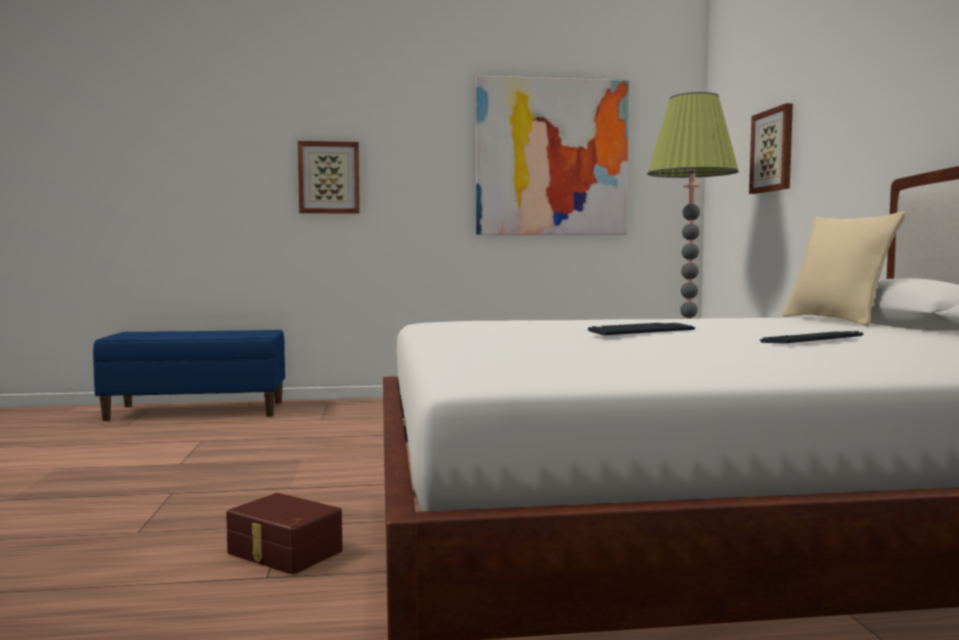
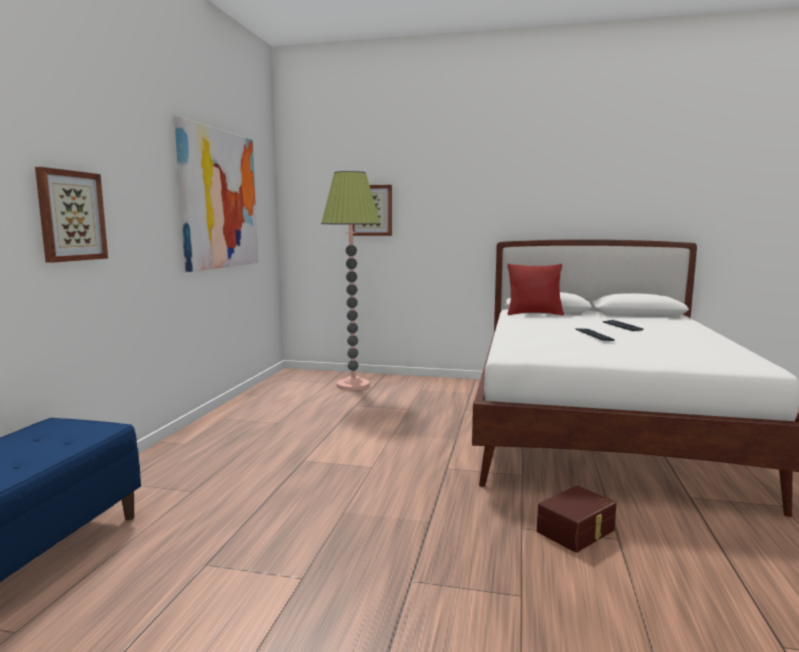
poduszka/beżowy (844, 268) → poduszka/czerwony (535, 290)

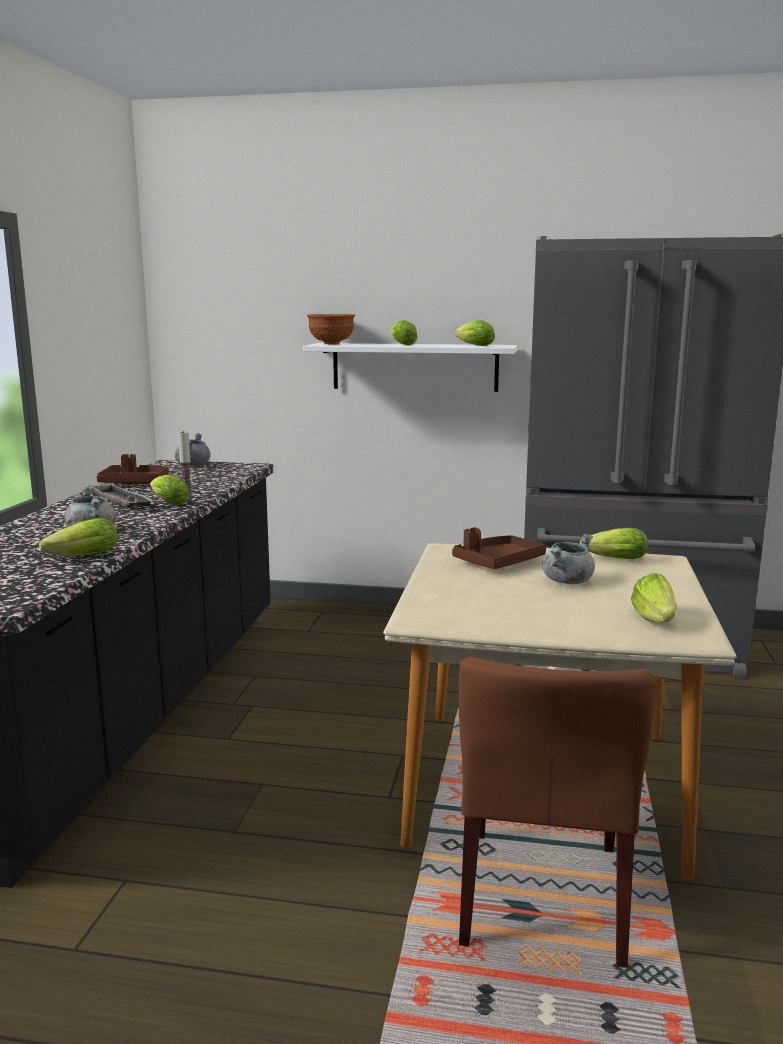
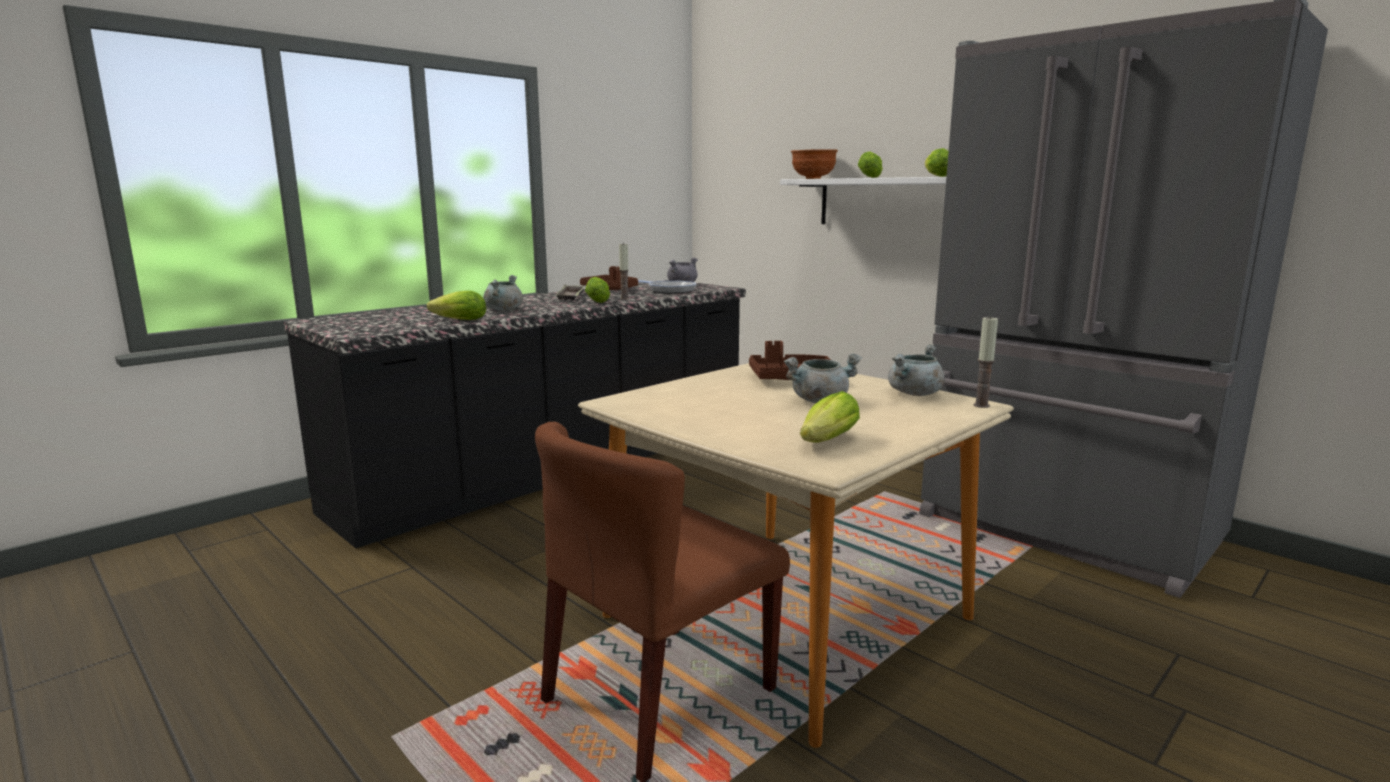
- → patelnia (667, 287)
sałata (614, 543) → garnek/szary (916, 370)
- → świeca (986, 362)

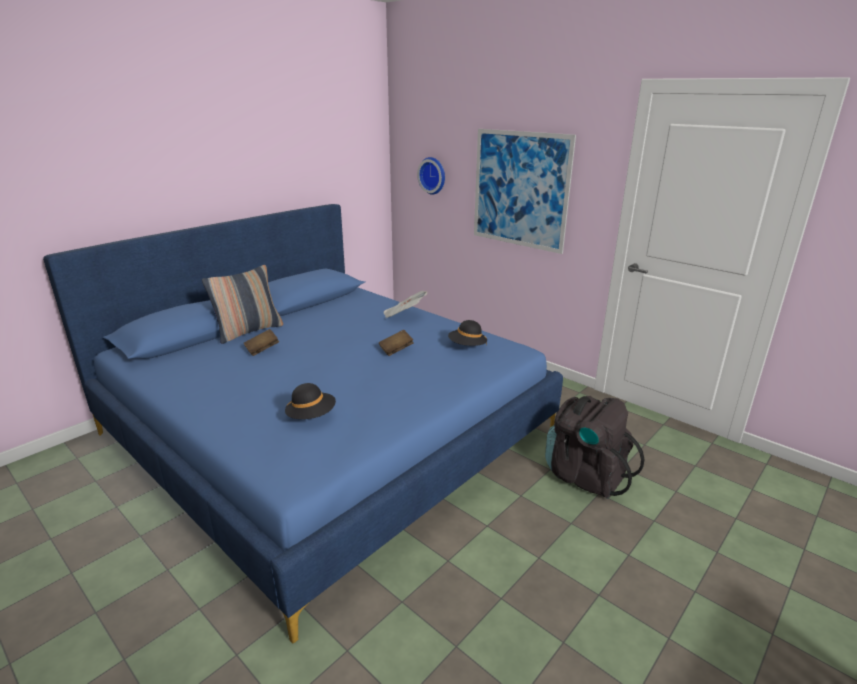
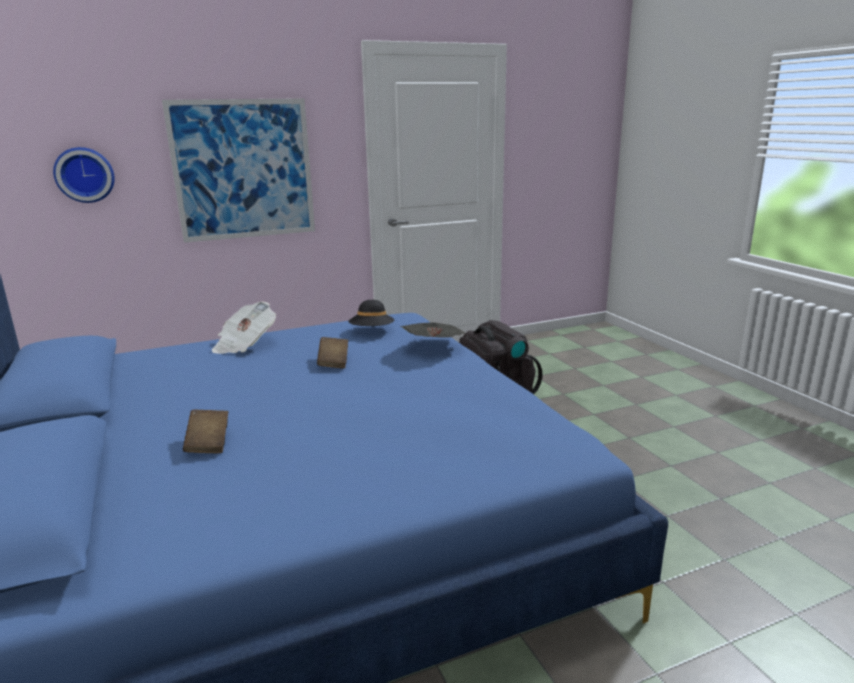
- → gazeta (432, 330)
poduszka (242, 304) → -
kapelusz/czarny (310, 401) → -

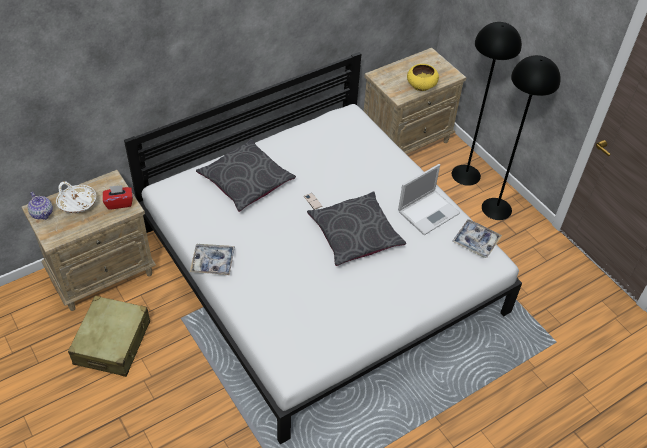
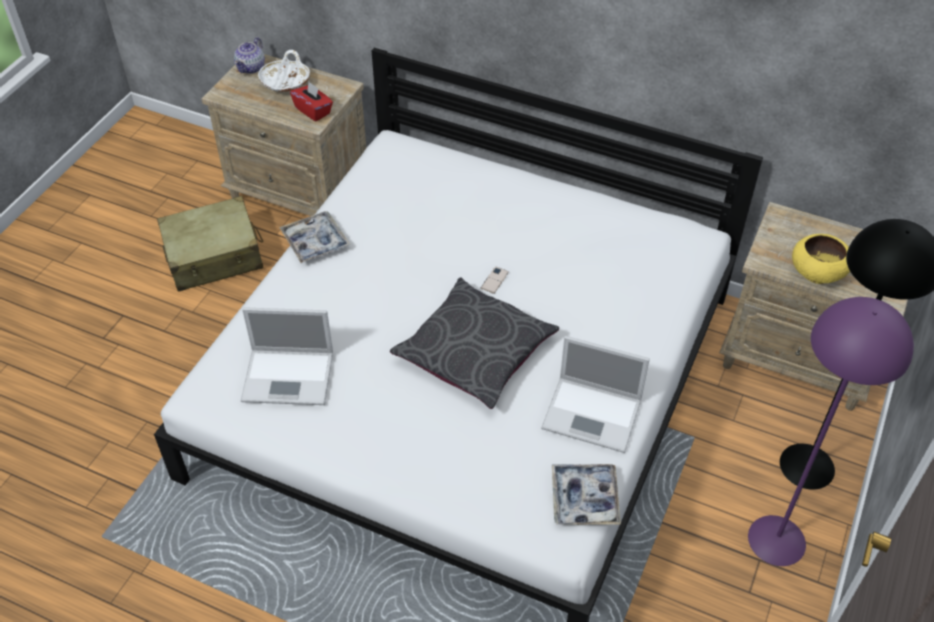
- → laptop (287, 356)
lampa stojąca/czarny (521, 137) → lampa stojąca/fioletowy (831, 431)
poduszka/szary (246, 175) → -

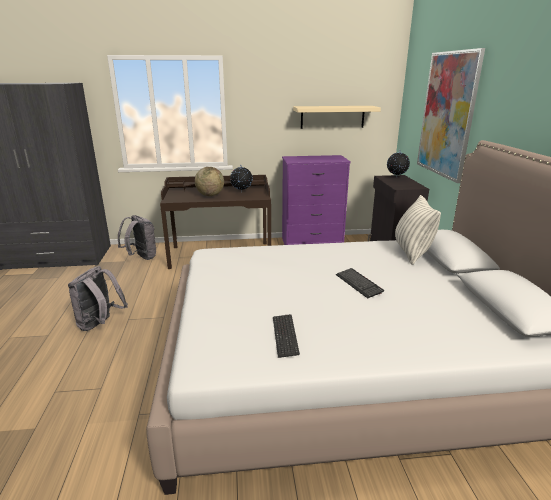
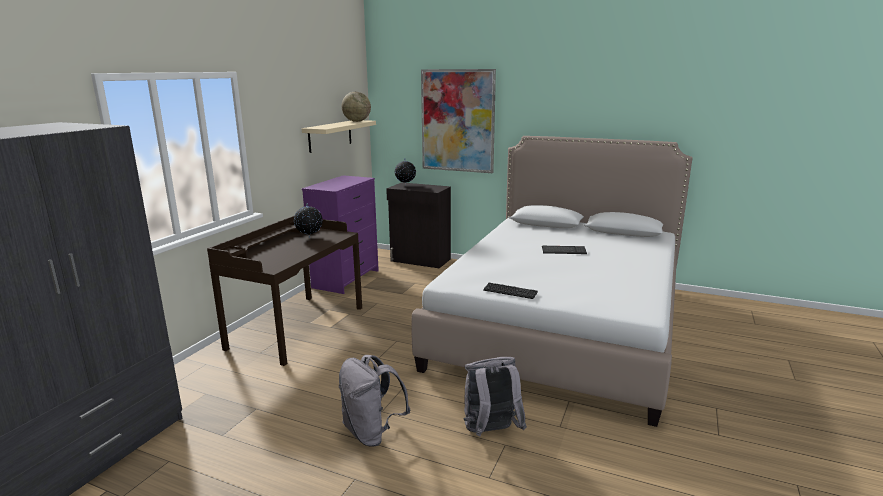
globus (209, 181) → globus (356, 107), move
plecak/szary (137, 237) → plecak/szary (495, 396), move
klawiatura (286, 336) → klawiatura (510, 291), move
poduszka (418, 230) → -

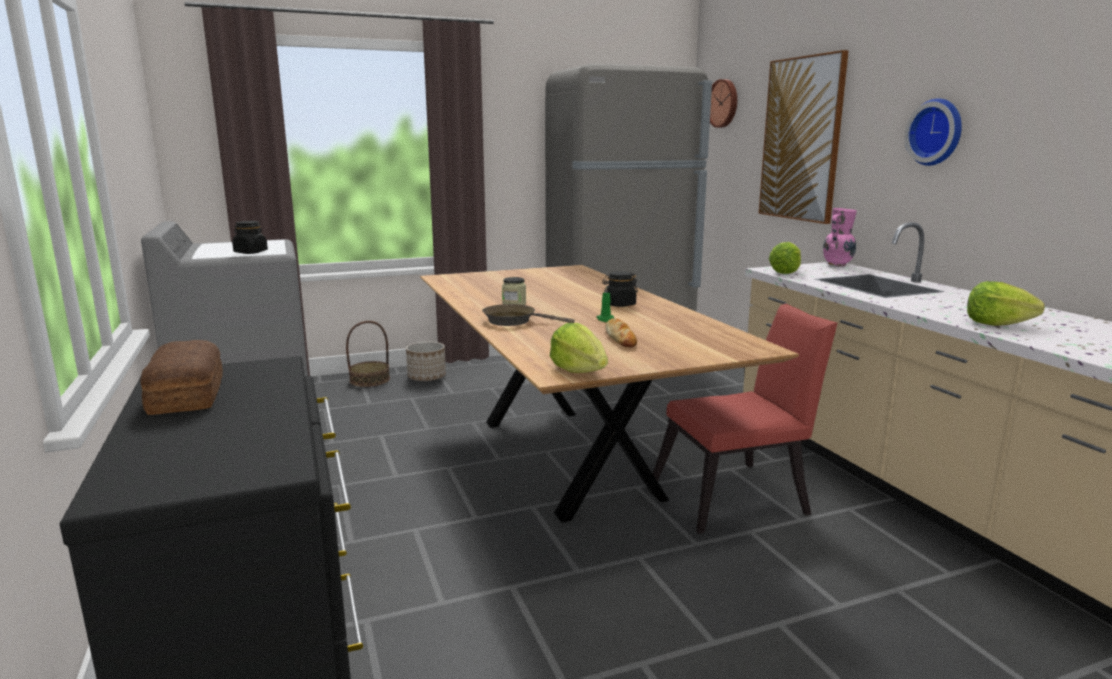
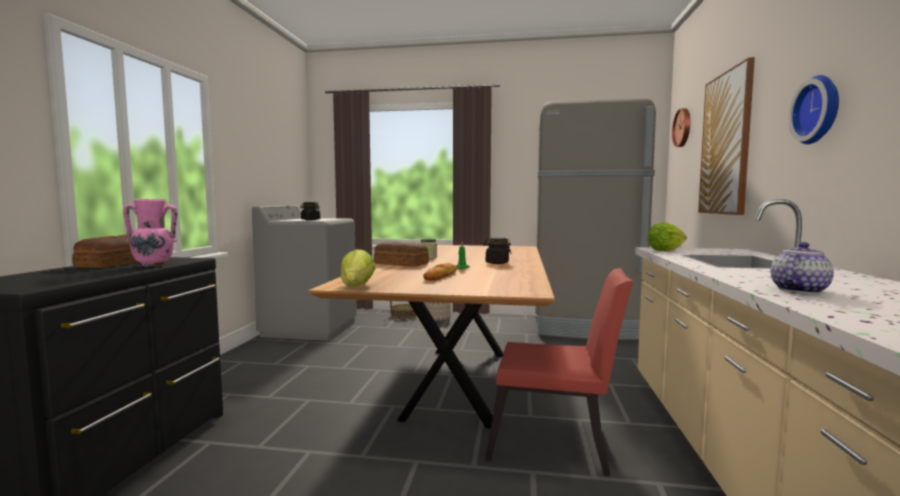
wazon/różowy (840, 237) → wazon/różowy (150, 232), move
patelnia/brązowy (528, 315) → chleb (401, 254)
sałata (1006, 303) → imbryk (802, 268)

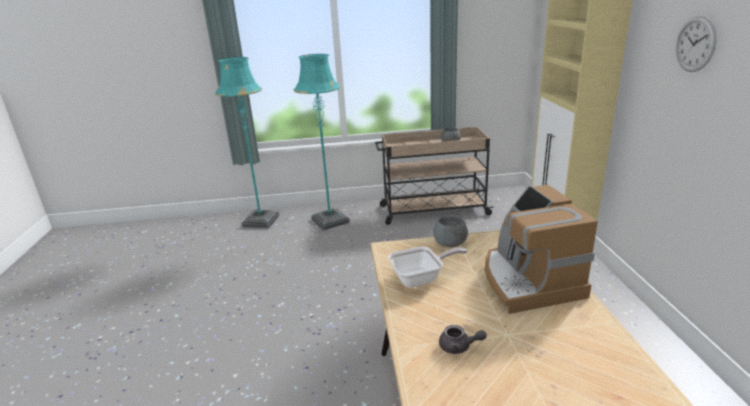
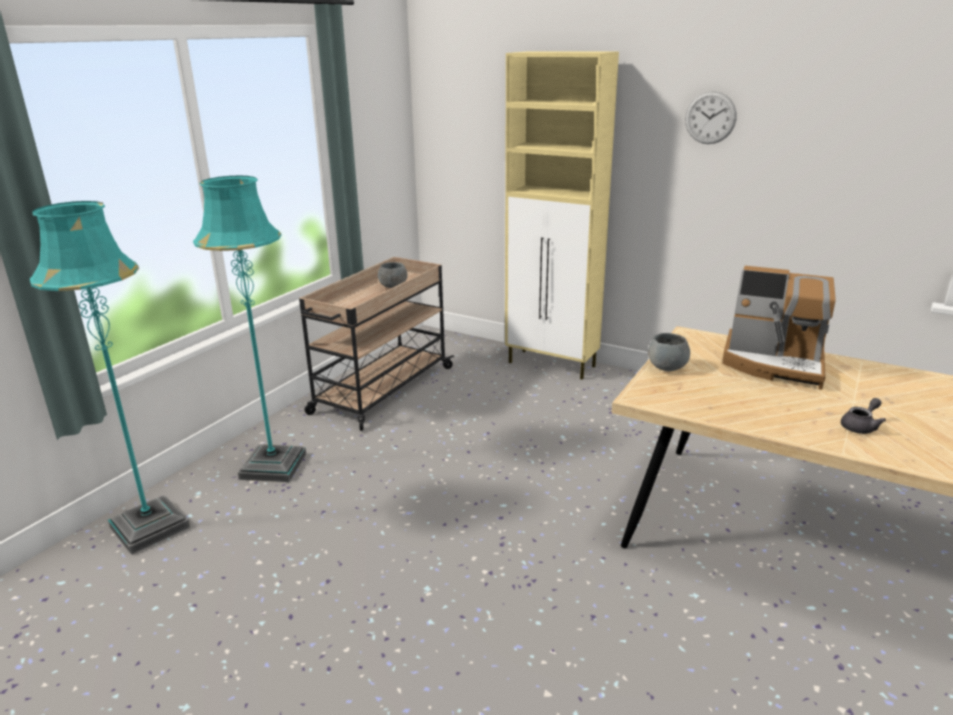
patelnia (427, 267) → -

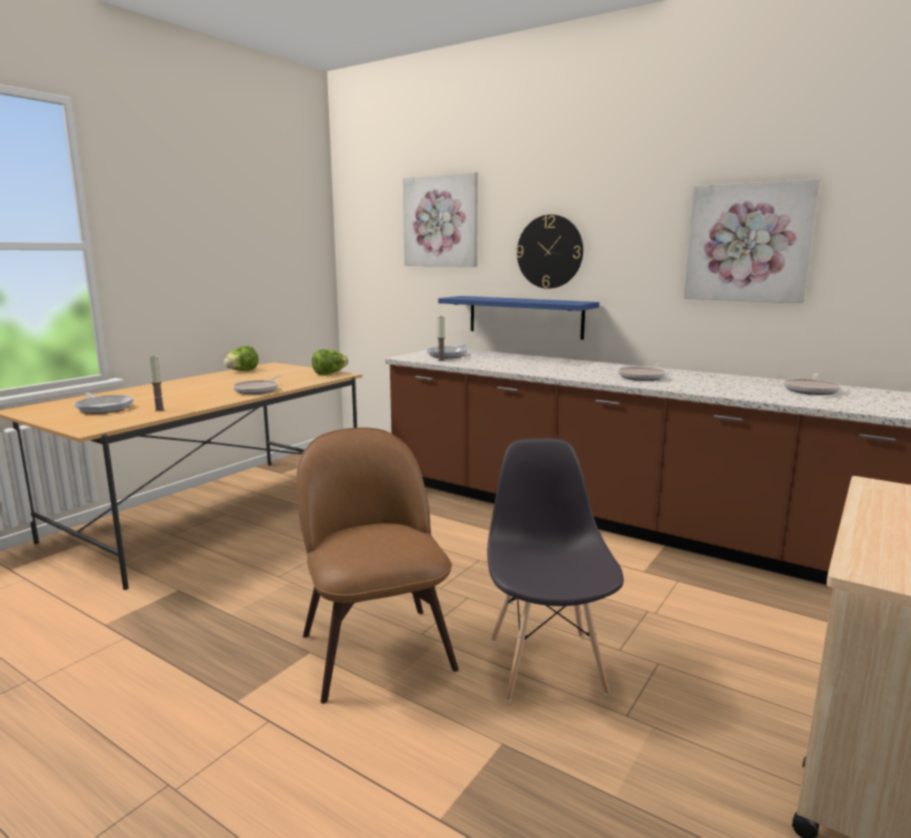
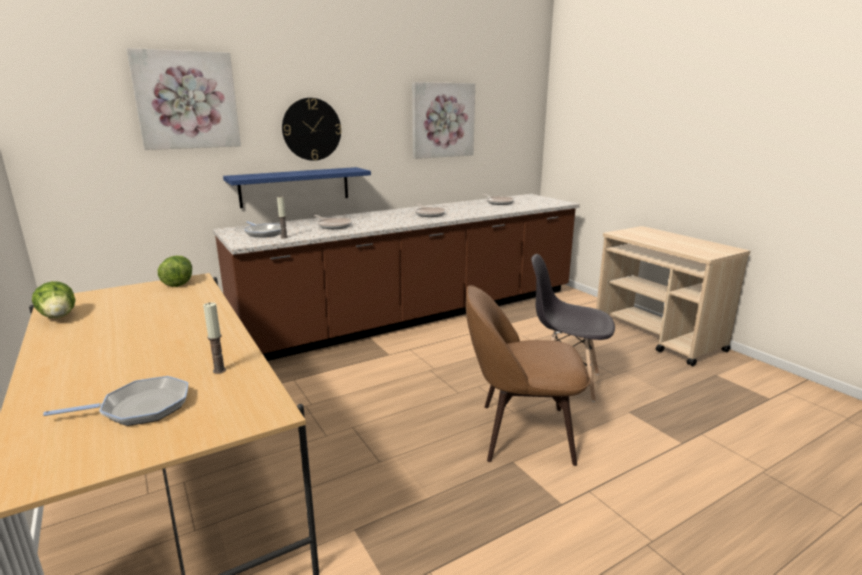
patelnia (257, 384) → patelnia (333, 222), move

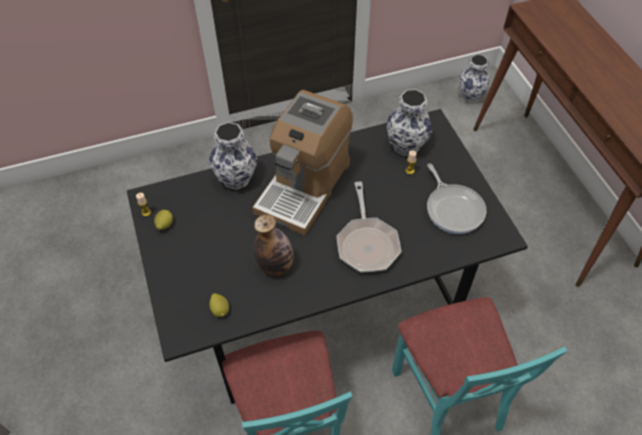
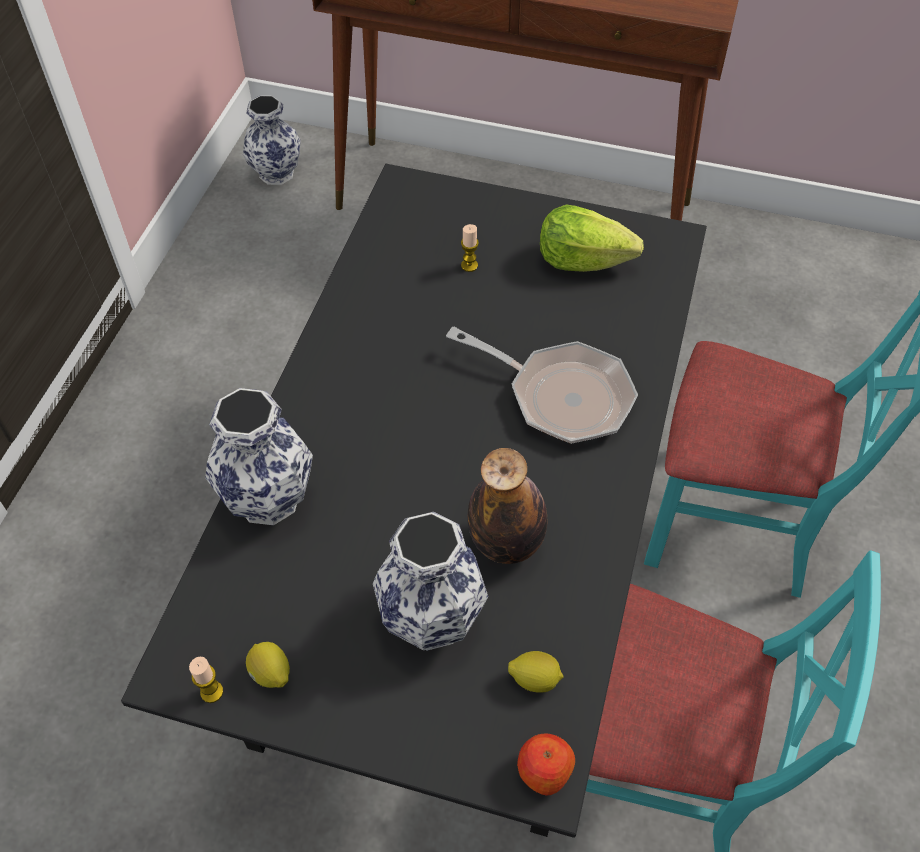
wazon (409, 122) → wazon (430, 581), move
- → jabłko (546, 764)
patelnia (456, 199) → sałata (592, 238)
ekspres do kawy (302, 162) → -

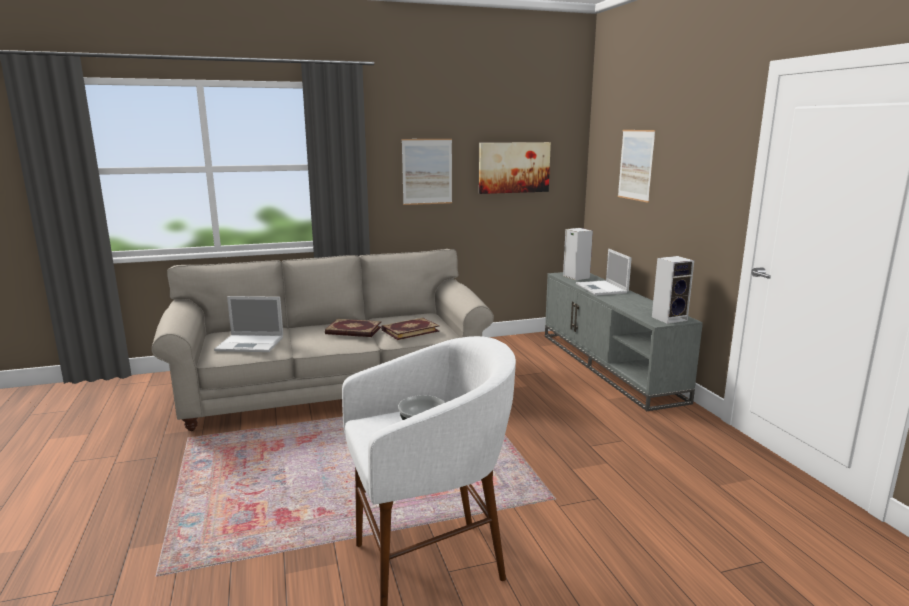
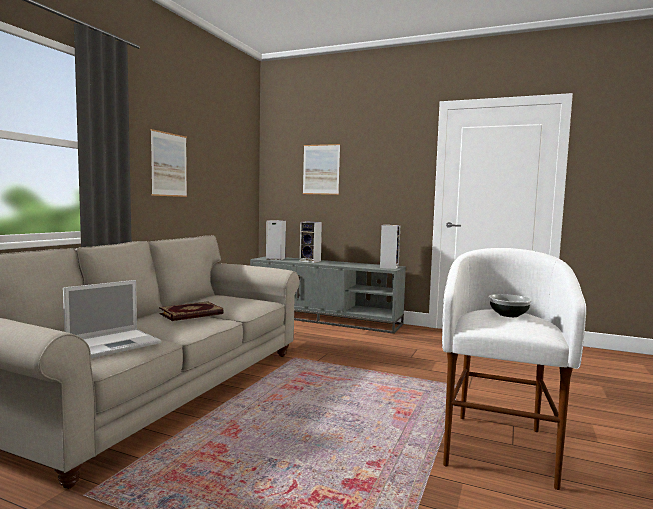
laptop (604, 272) → głośnik (311, 242)
książka (410, 329) → -
obraz (515, 168) → -

